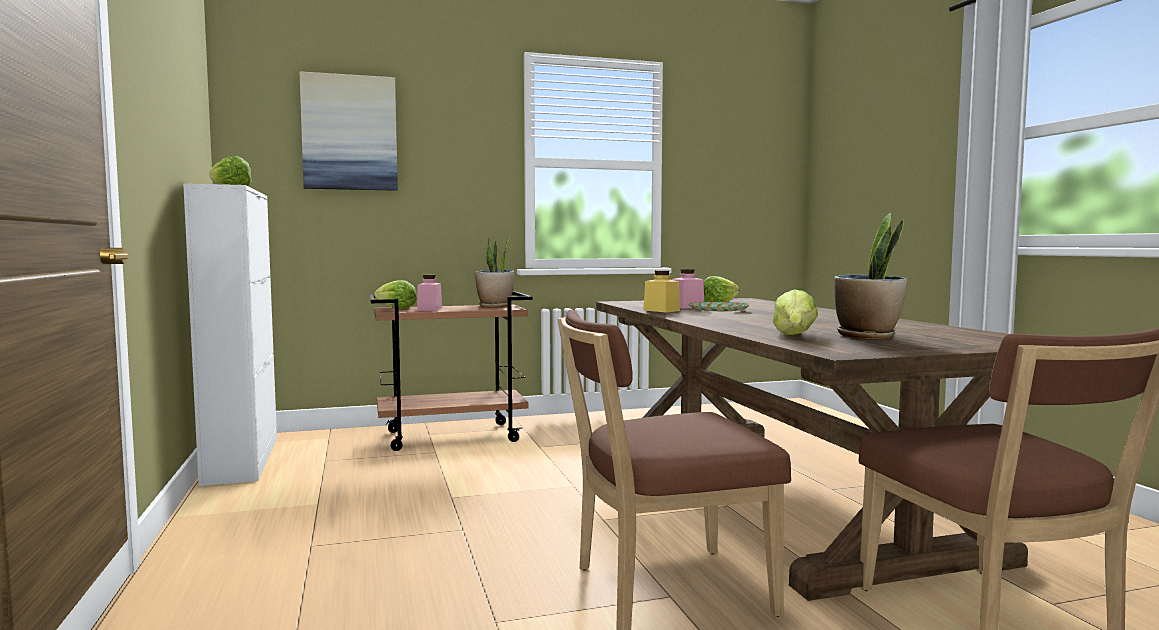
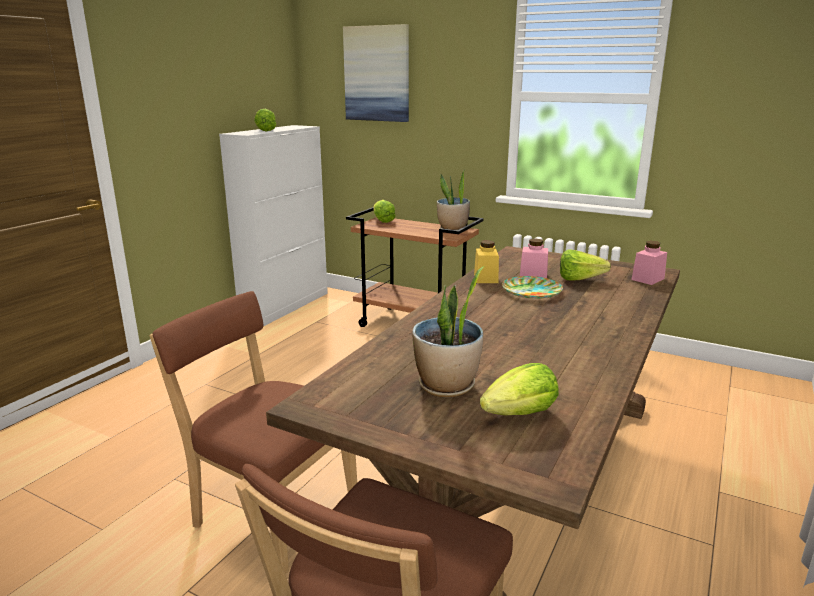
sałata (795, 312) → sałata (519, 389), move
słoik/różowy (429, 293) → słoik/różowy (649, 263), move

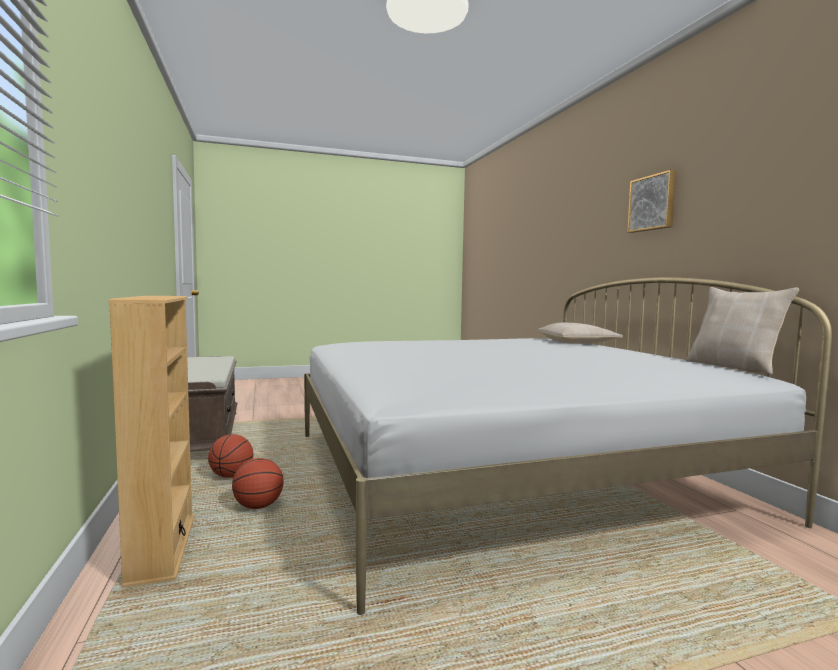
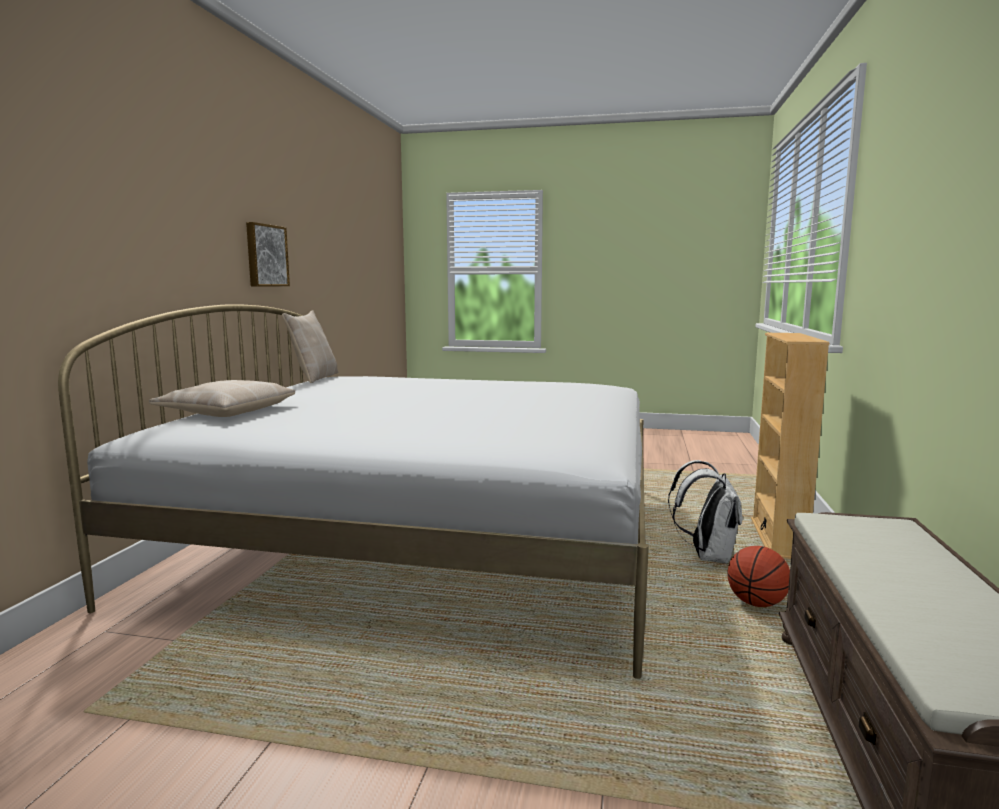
obraz (651, 201) → obraz (268, 254), move
piłka do koszykówki (258, 483) → plecak/biały (705, 512)

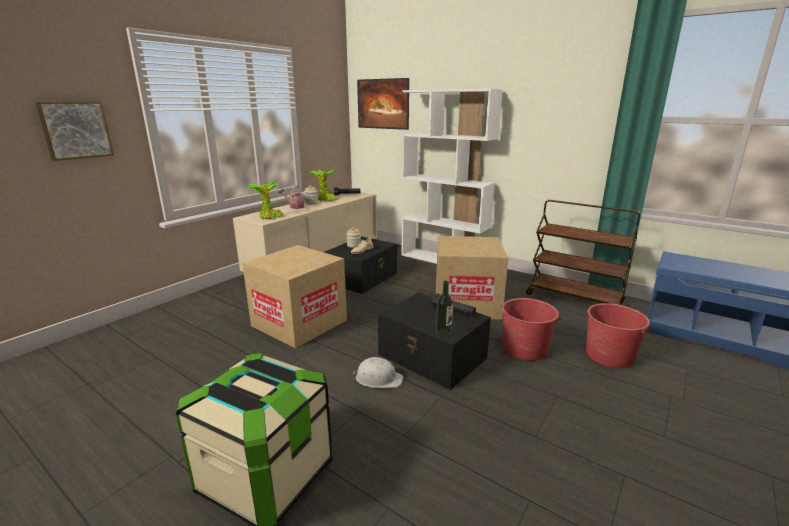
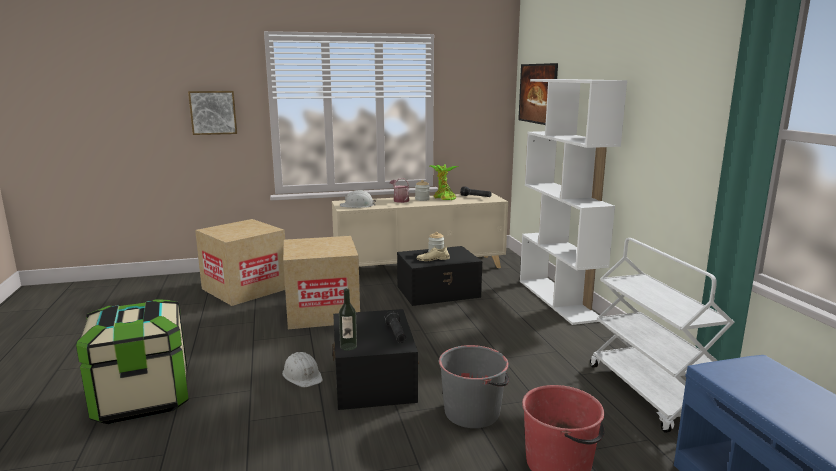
karton (472, 278) → karton (240, 262), move
roślina doniczkowa (265, 200) → kask/biały (358, 199)
wiadro/czerwony (531, 329) → wiadro/szary (474, 386)
wózek/brązowy (583, 252) → wózek/biały (662, 335)

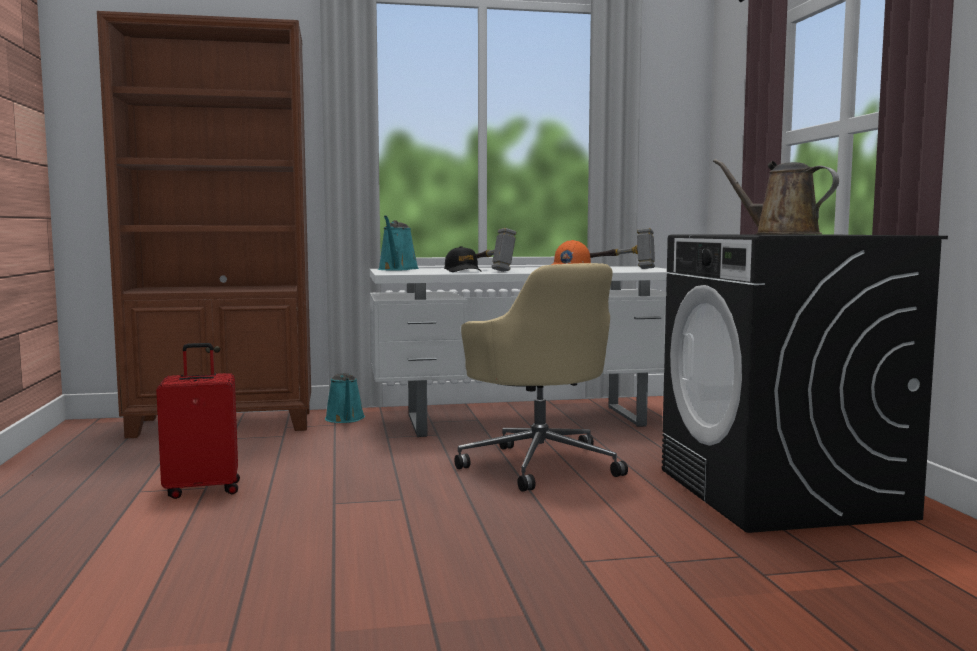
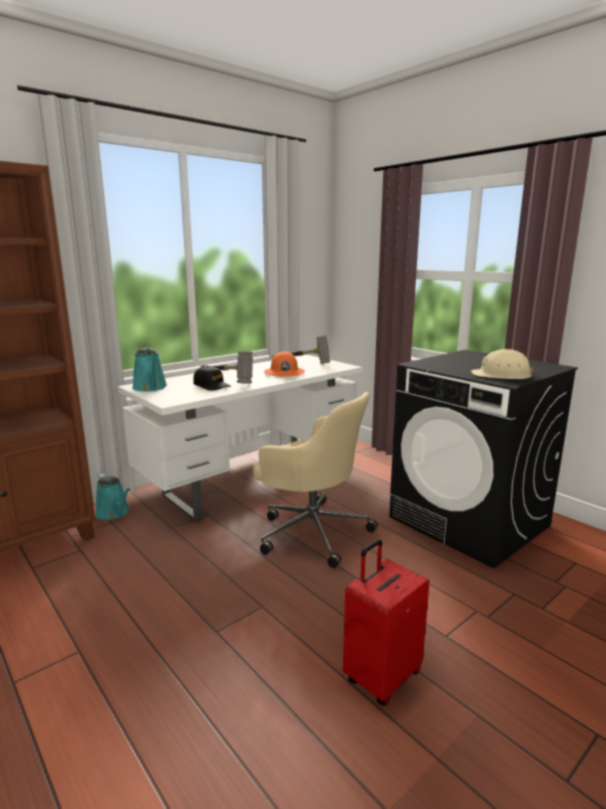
walizka/czerwony (198, 421) → walizka/czerwony (386, 622), move
konewka/brązowy (776, 197) → kask/beżowy (502, 364)

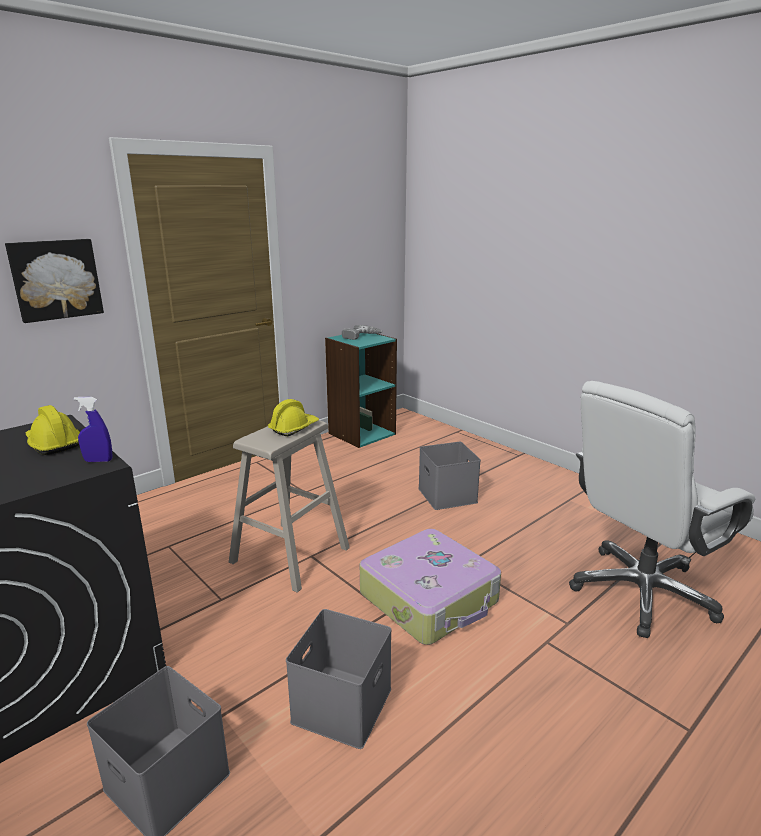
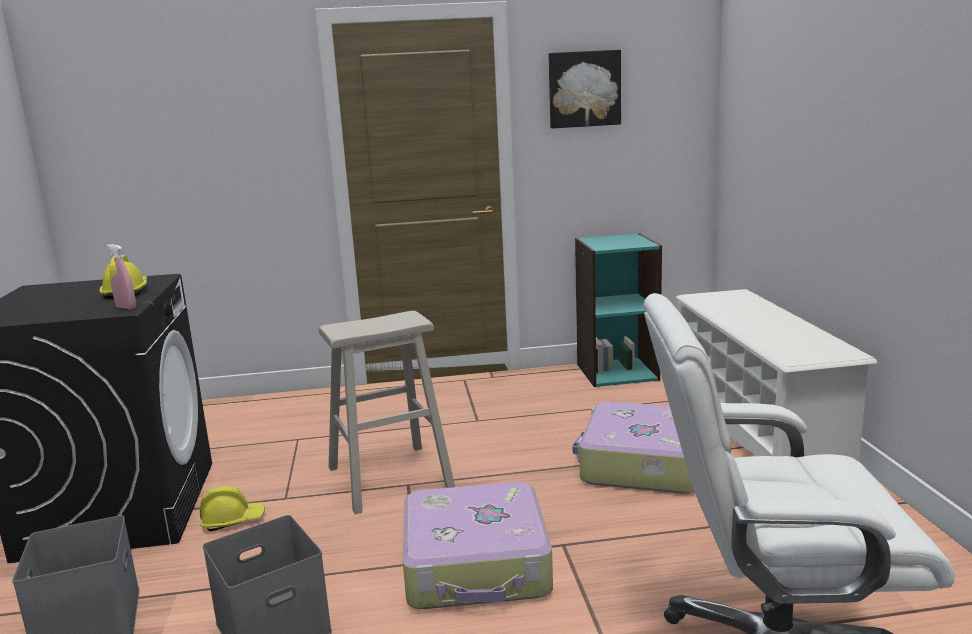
spryskiwacz/niebieski (93, 429) → spryskiwacz/różowy (121, 276)
kask/żółty (293, 417) → kask/żółty (232, 508), move
obraz (54, 281) → obraz (585, 89), move
pojemnik do przechowywania/szary (449, 476) → walizka (633, 448)
- → regał na buty/biały (776, 375)
wiertarka (362, 332) → -

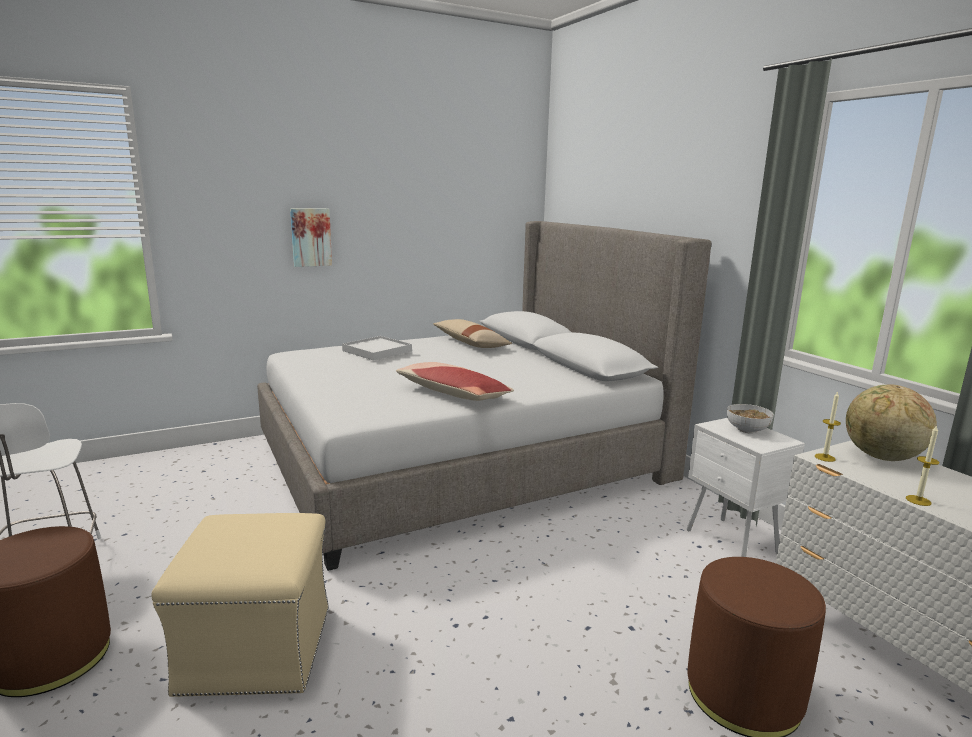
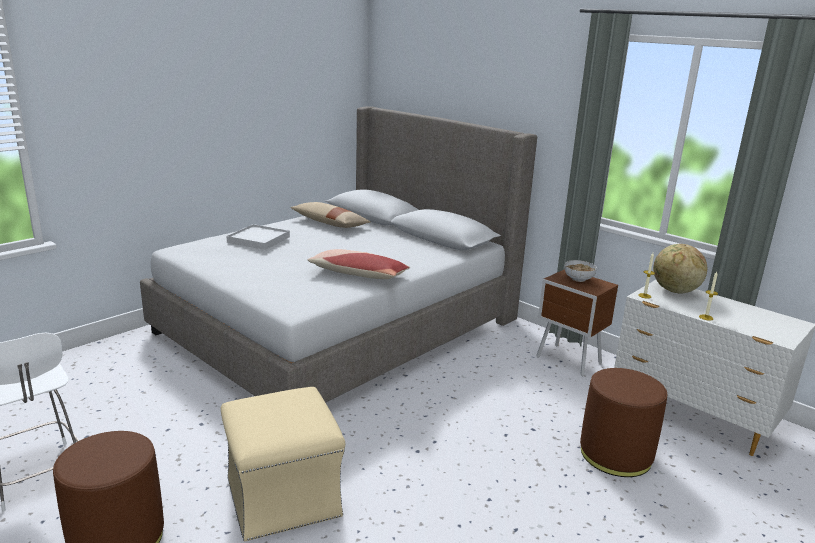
szafka nocna/biały (746, 487) → szafka nocna/brązowy (577, 322)
obraz (311, 238) → -

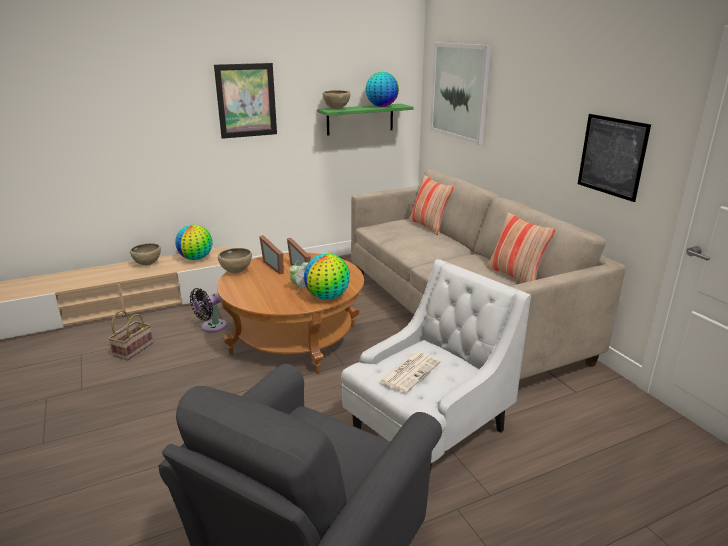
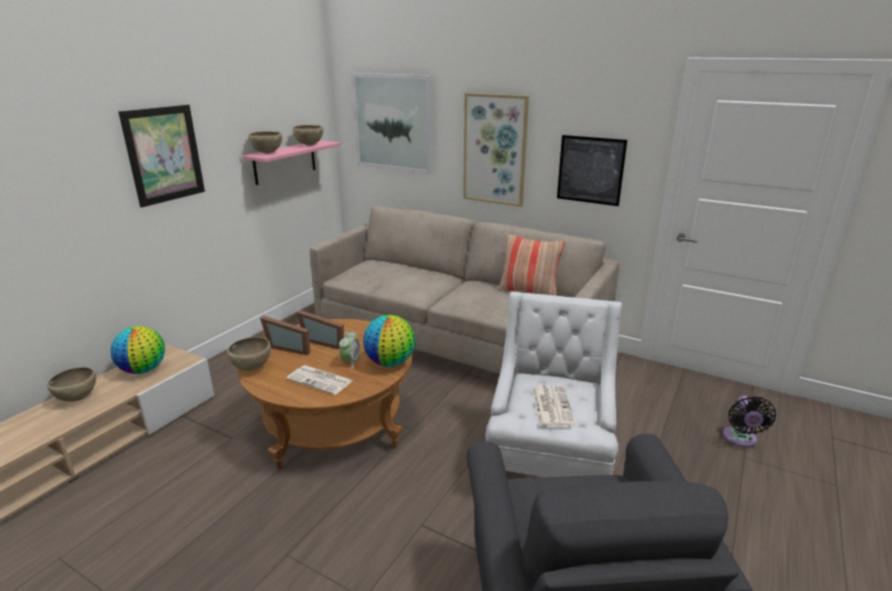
półka/zielony (365, 120) → półka/różowy (291, 162)
- → gazeta (319, 380)
globus (382, 89) → miska/brązowy (308, 135)
- → obraz (496, 150)
wentylator/czarny (208, 310) → wentylator/czarny (749, 421), move
koszyk (130, 335) → -
poduszka (431, 205) → -

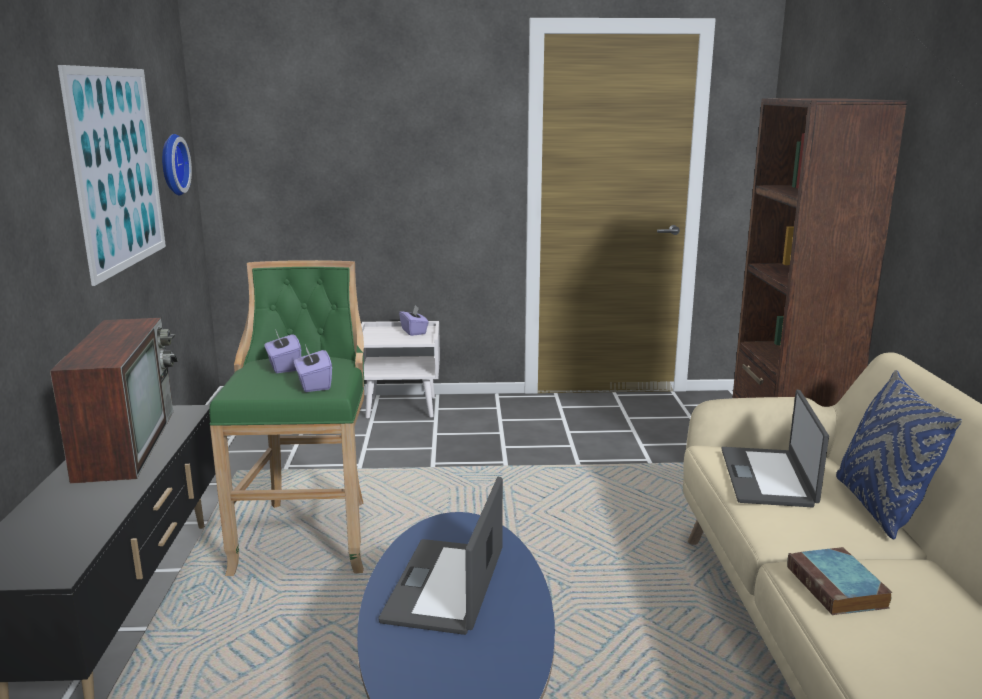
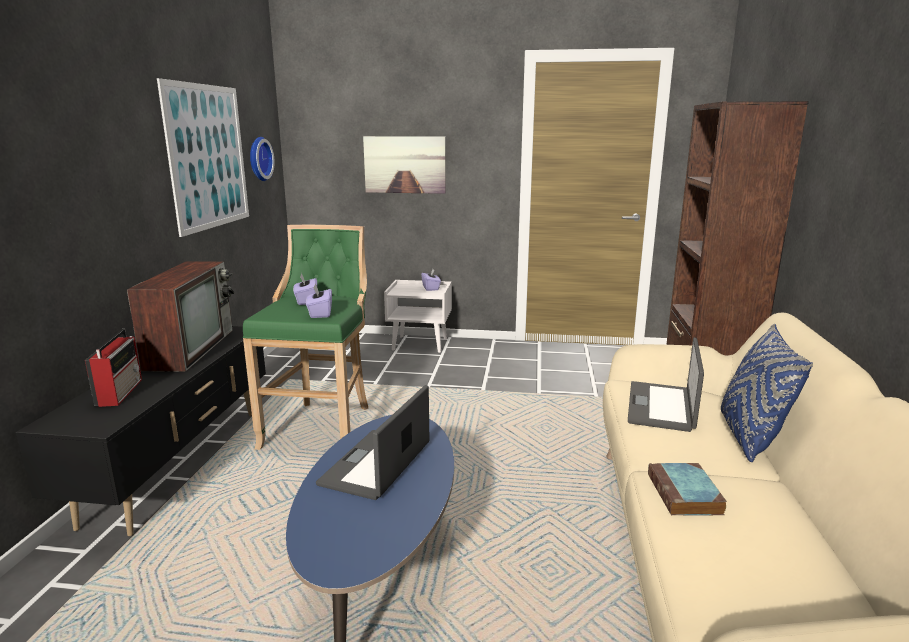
- → radio (113, 368)
- → obraz (404, 165)

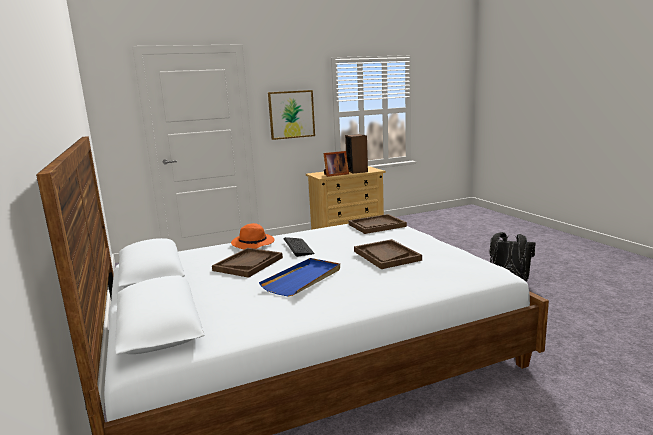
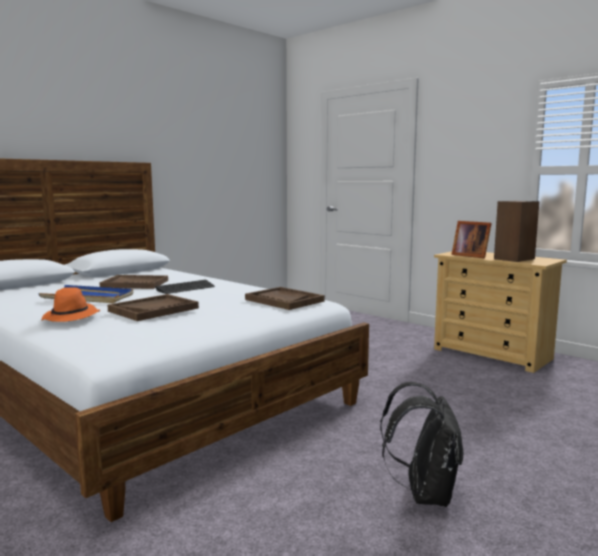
kapelusz/pomarańczowy (253, 236) → kapelusz/pomarańczowy (70, 304), move
obraz (291, 115) → -

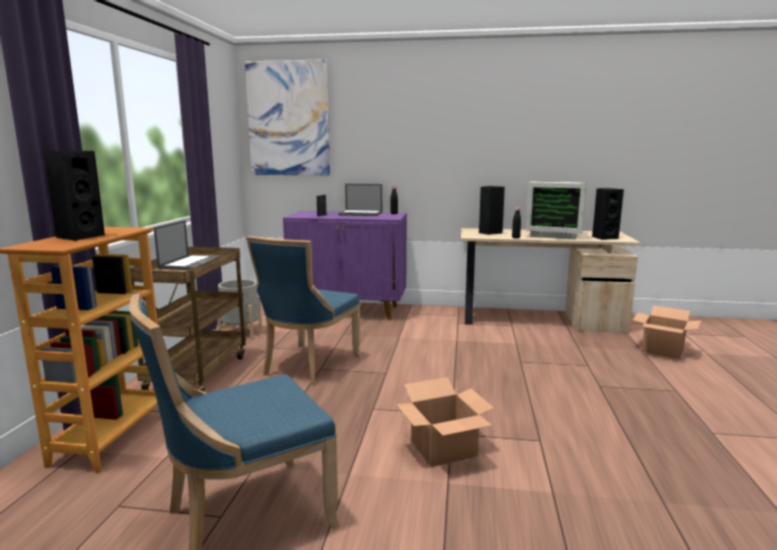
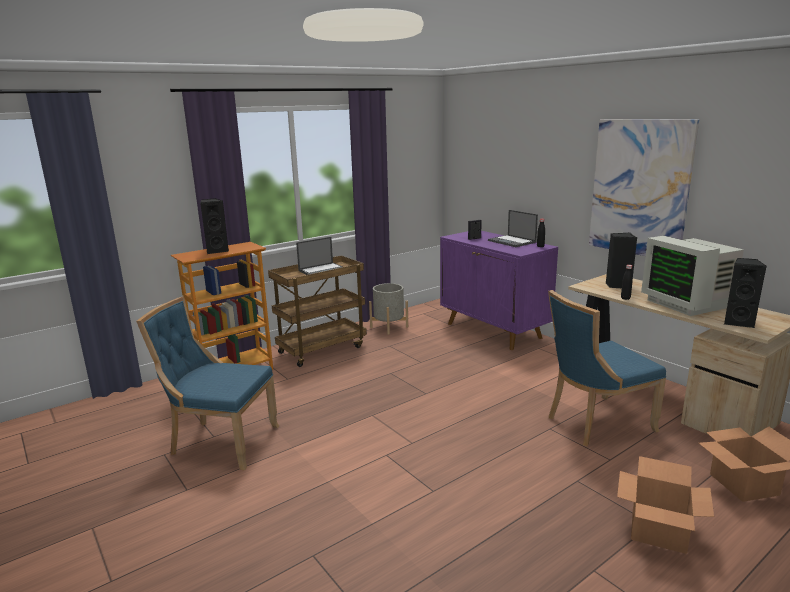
krzesło/niebieski (303, 310) → krzesło/niebieski (607, 368), move
obraz (287, 117) → obraz (644, 187), move
karton (445, 422) → karton (665, 505), move

